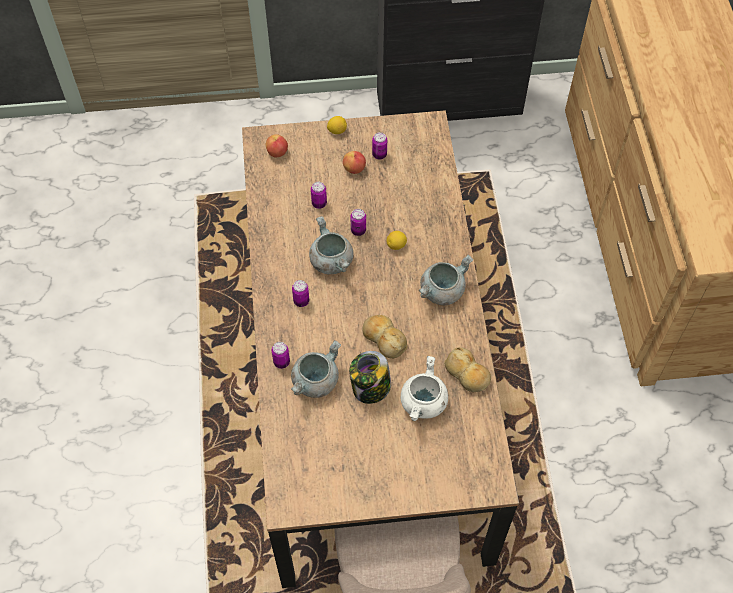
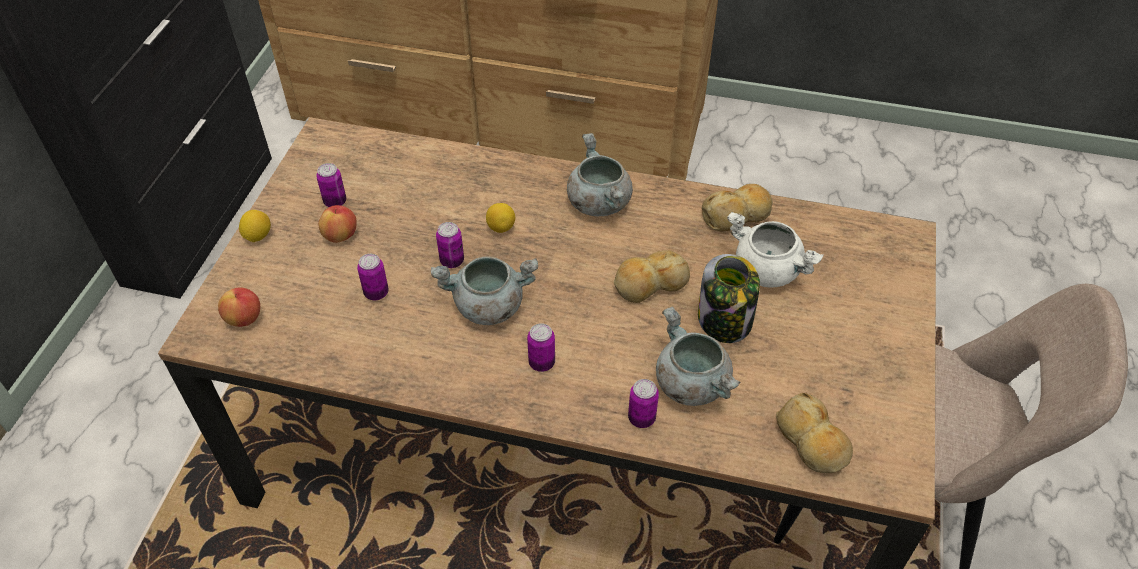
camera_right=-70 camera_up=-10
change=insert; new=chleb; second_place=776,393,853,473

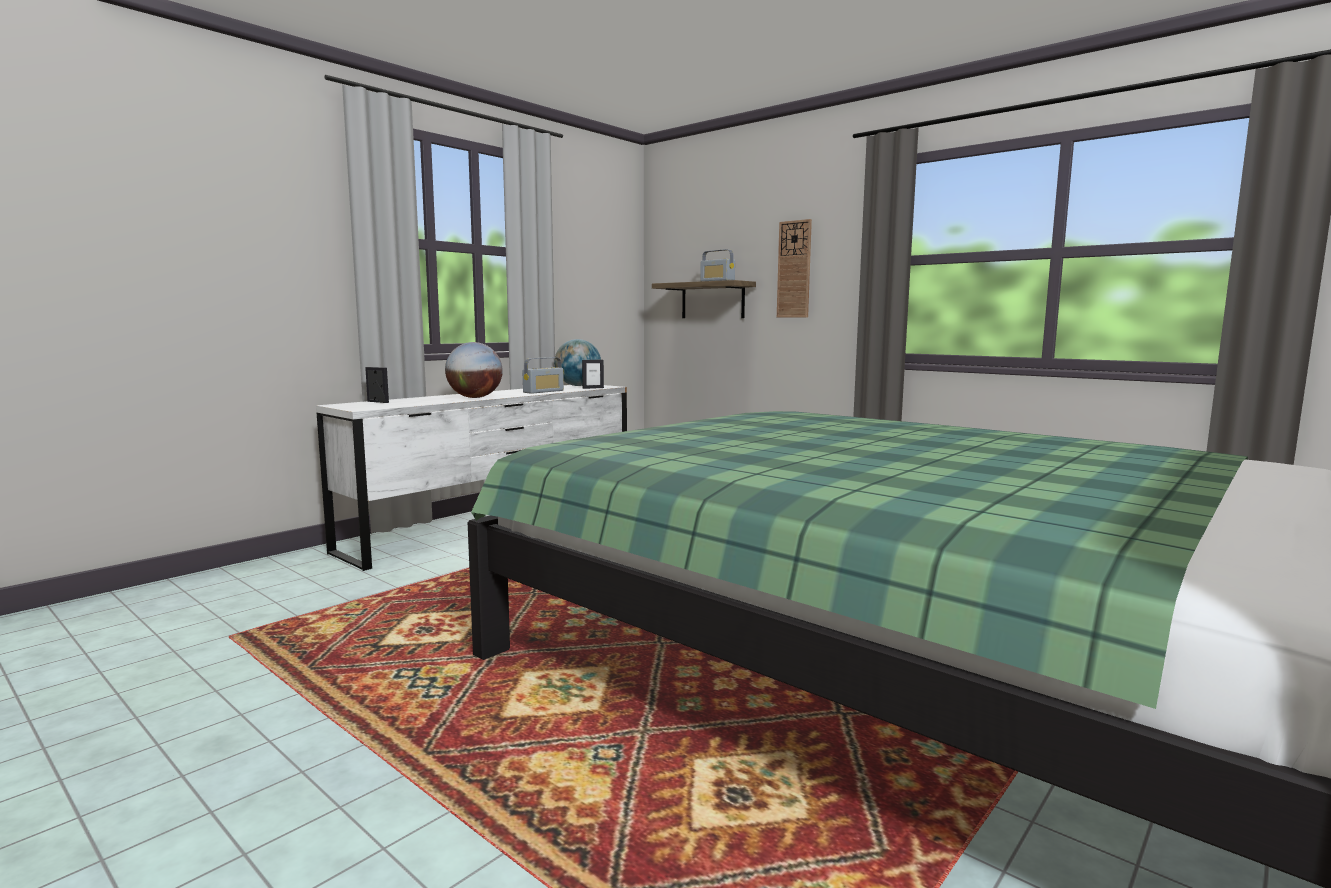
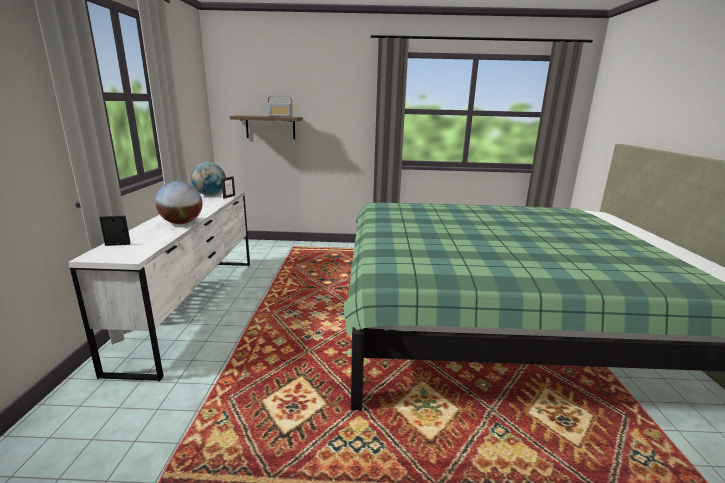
camera_right=-40 camera_up=10
change=delete; old=radio; first_place=522,357,564,394
change=delete; old=zegar ścienny; first_place=777,219,812,318

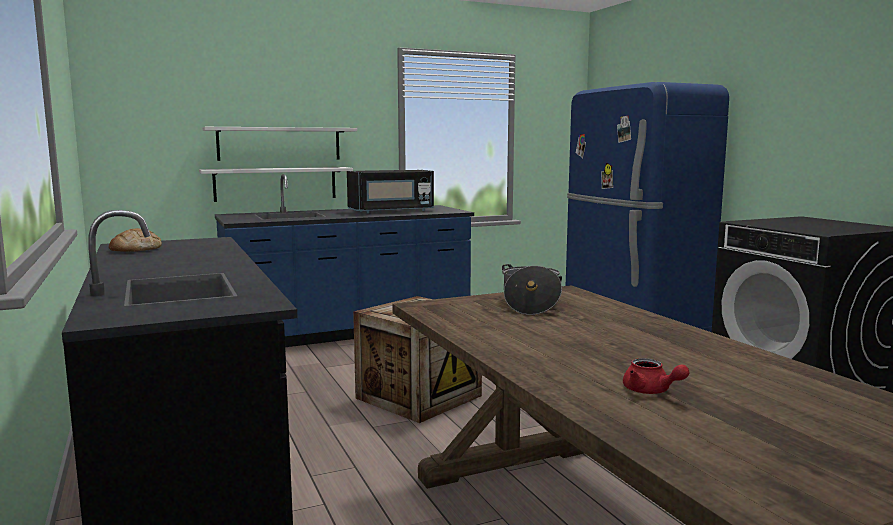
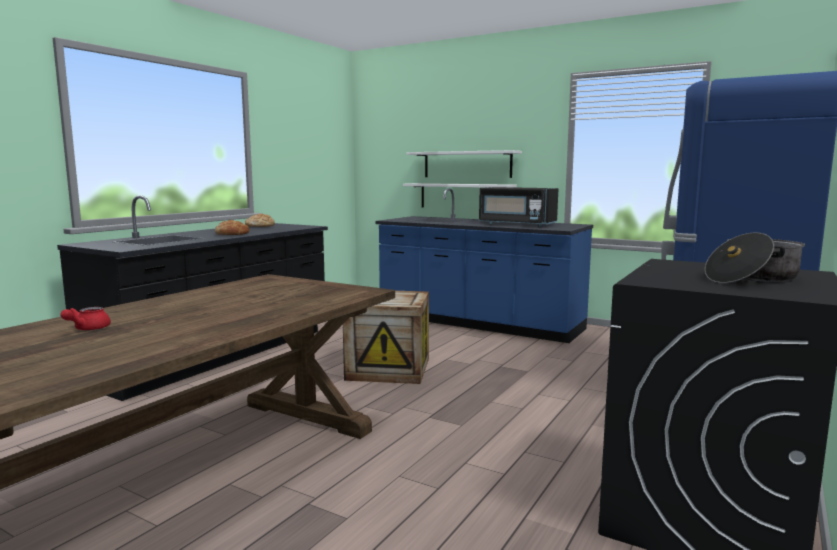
camera_right=55 camera_up=0
change=move; old=garnek; first_place=502,264,562,315; second_place=705,232,805,283
change=insert; new=chleb; second_place=215,220,249,235

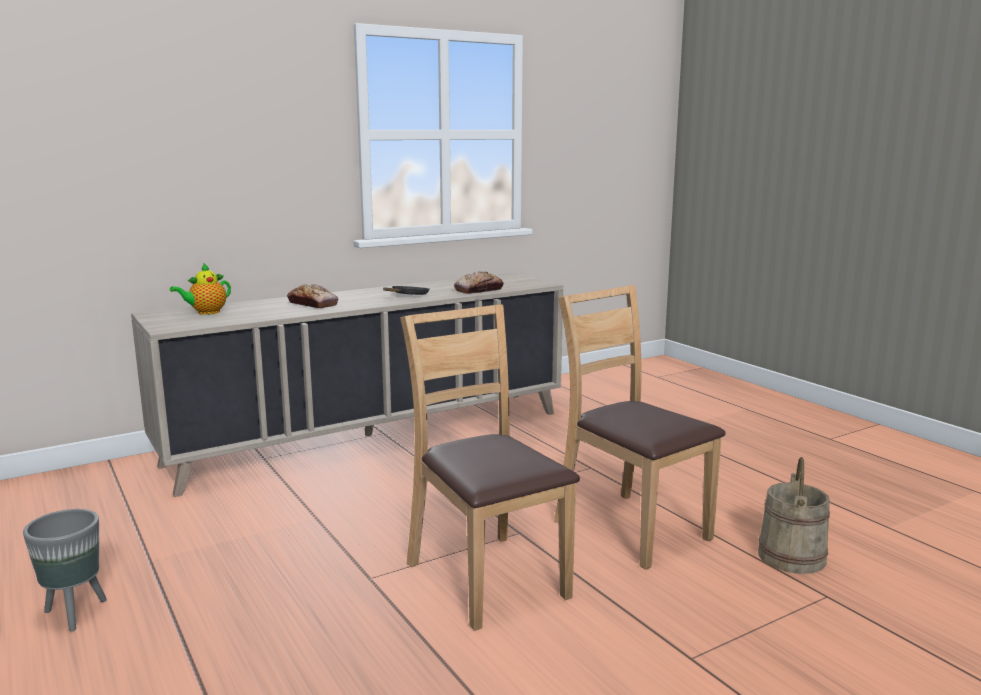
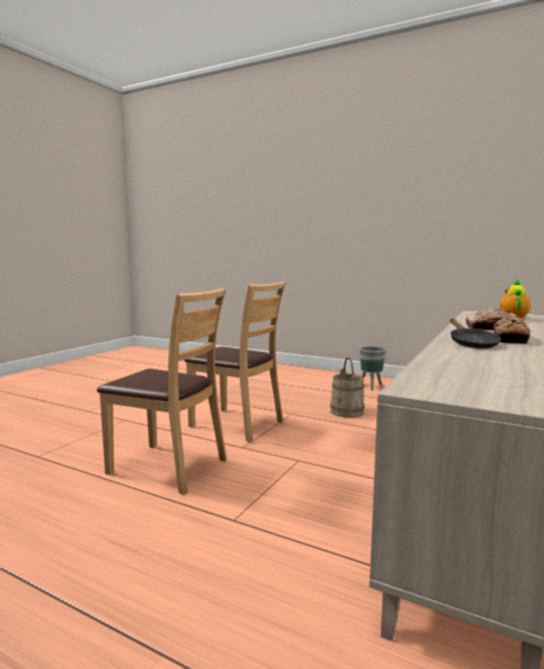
camera_right=150 camera_up=-5
change=move; old=chleb; first_place=454,271,504,294; second_place=493,316,530,344
change=move; old=wiadro/beżowy; first_place=758,457,830,574; second_place=330,357,365,418

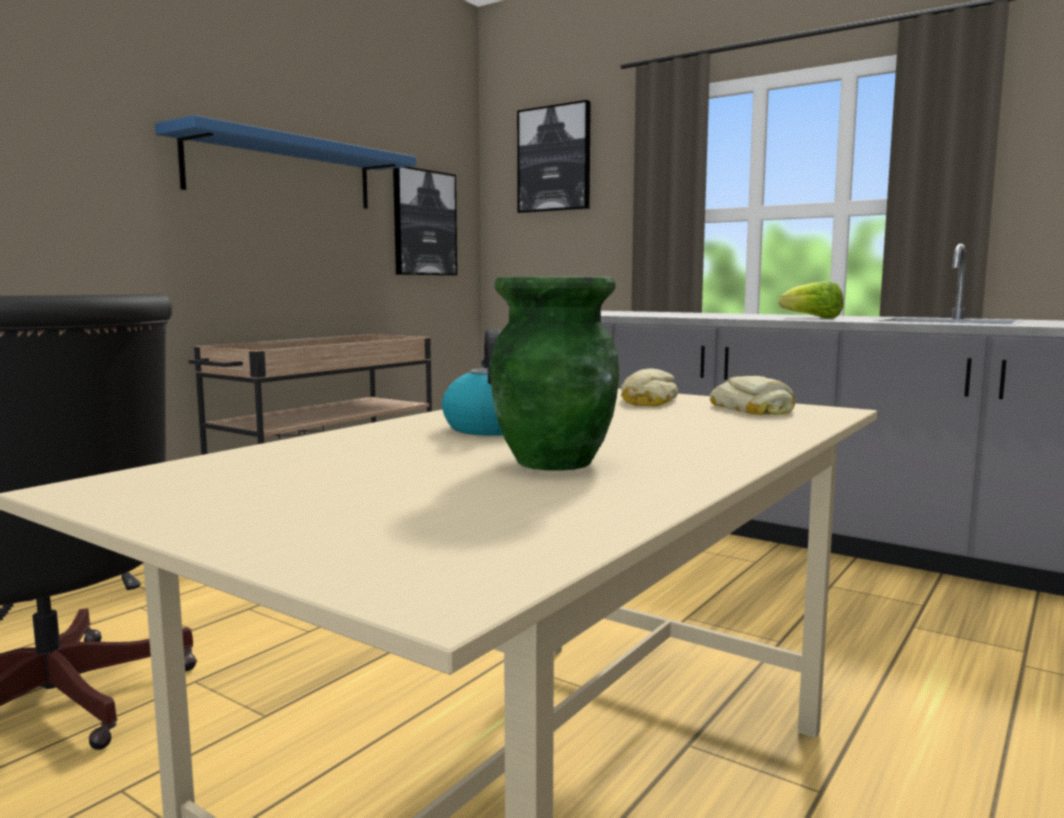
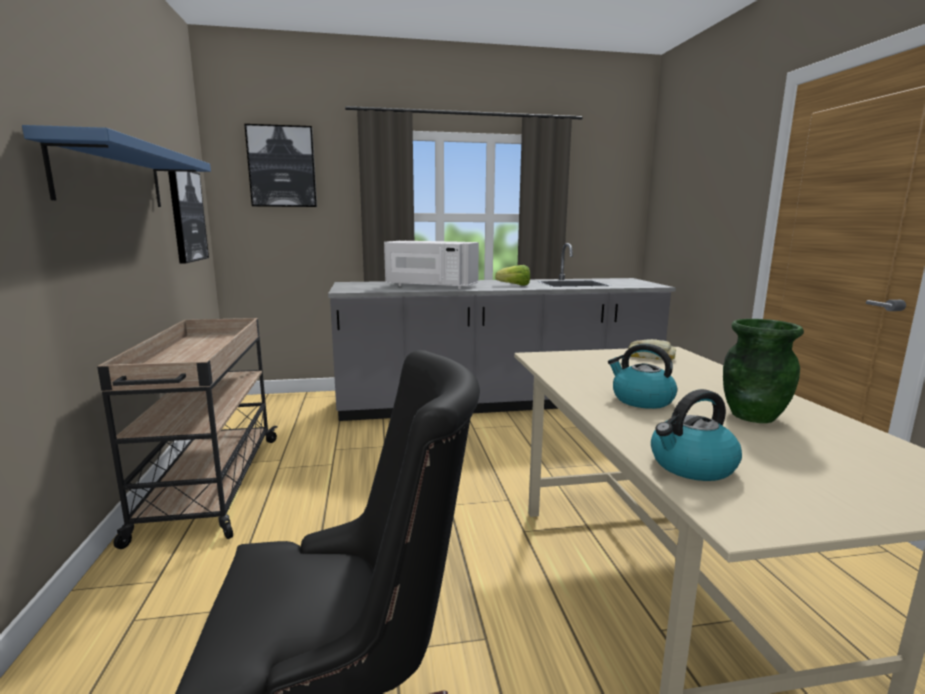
camera_right=-45 camera_up=5
change=delete; old=chleb; first_place=621,369,678,407
change=insert; new=mikrofalówka/biały; second_place=384,241,479,289
change=insert; new=czajnik; second_place=651,389,742,481

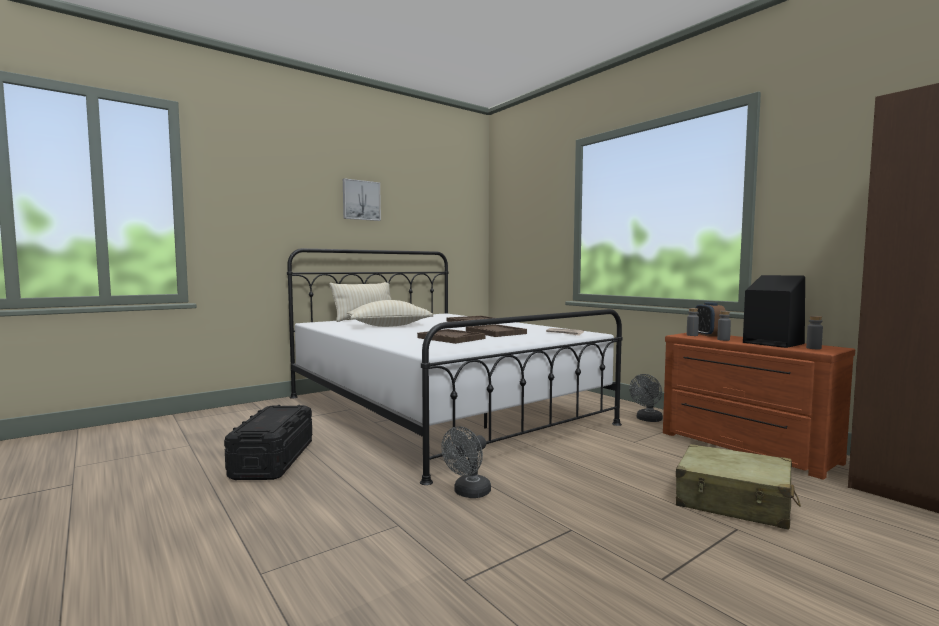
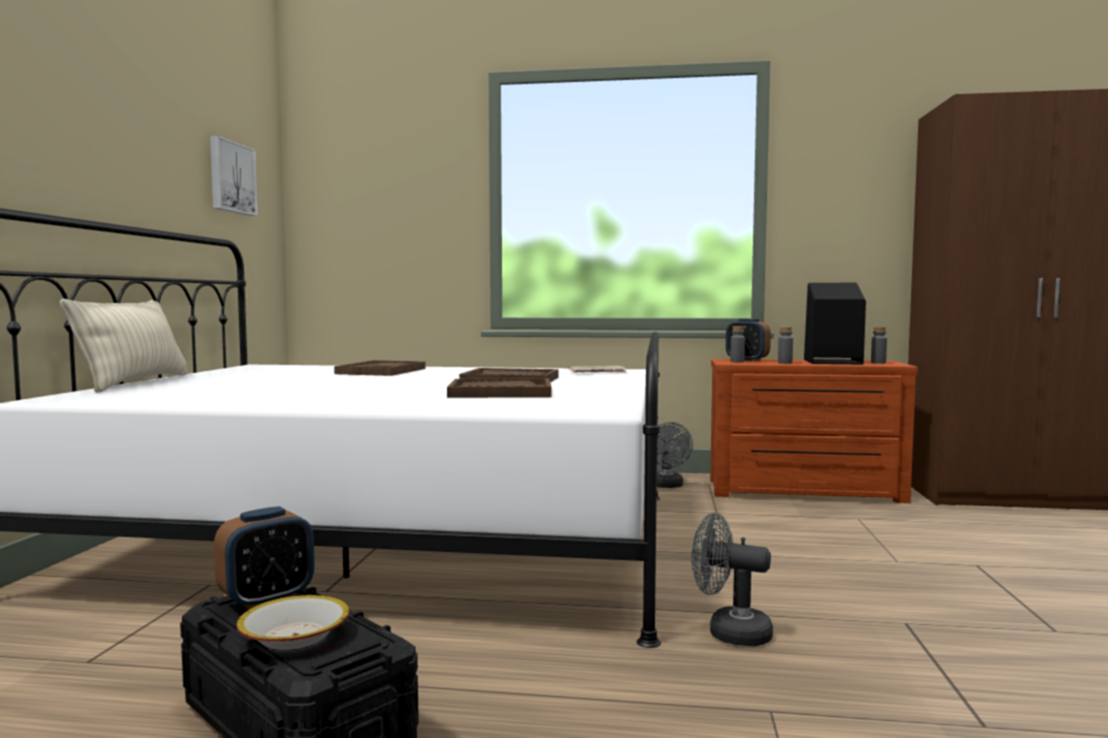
camera_right=-45 camera_up=0
change=move; old=obraz; first_place=343,178,381,221; second_place=210,136,258,216
change=delete; old=poduszka/beżowy; first_place=347,300,434,327
change=rotate; old=wentylator/szary; first_place=441,426,491,498; second_place=692,513,773,646; degrees=120
change=delete; old=walizka/beżowy; first_place=676,444,801,530
change=insert; new=budzik; second_place=214,506,315,610
change=insert; new=miska; second_place=236,595,350,650

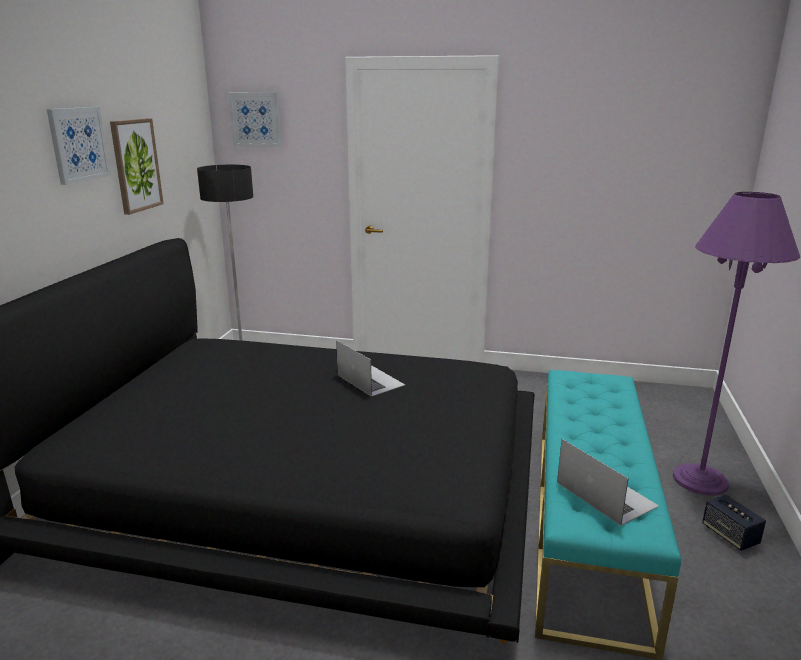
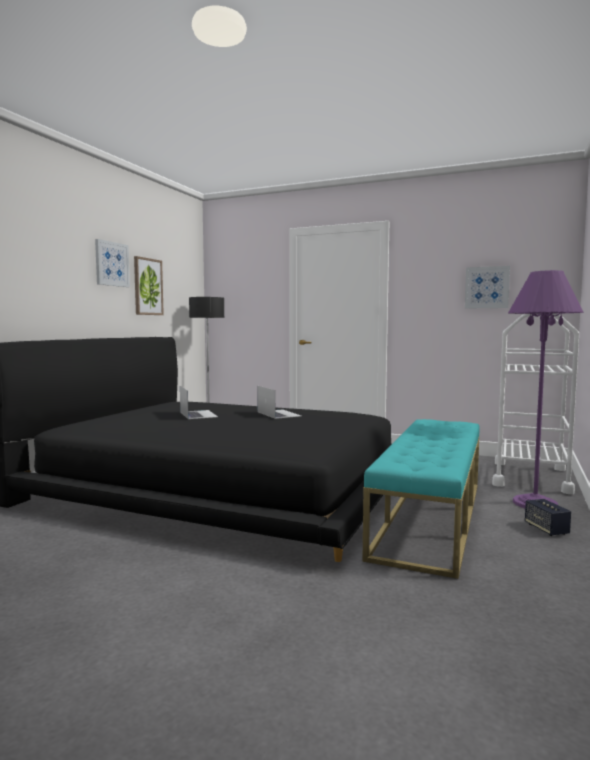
camera_right=10 camera_up=-15
change=move; old=obraz; first_place=228,93,281,147; second_place=465,266,510,309
change=move; old=laptop; first_place=557,439,659,526; second_place=180,386,218,419
change=insert; new=wózek/biały; second_place=492,314,579,494

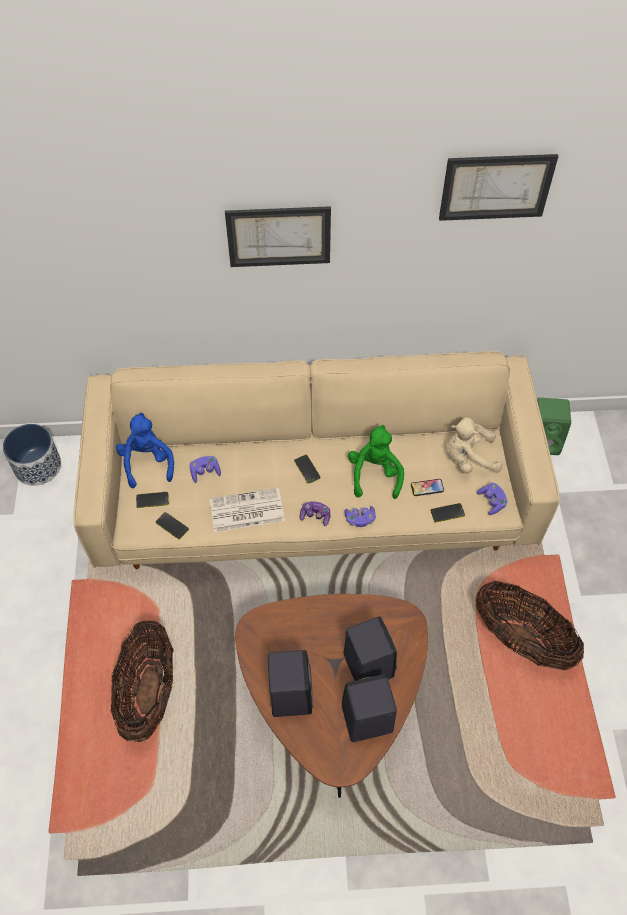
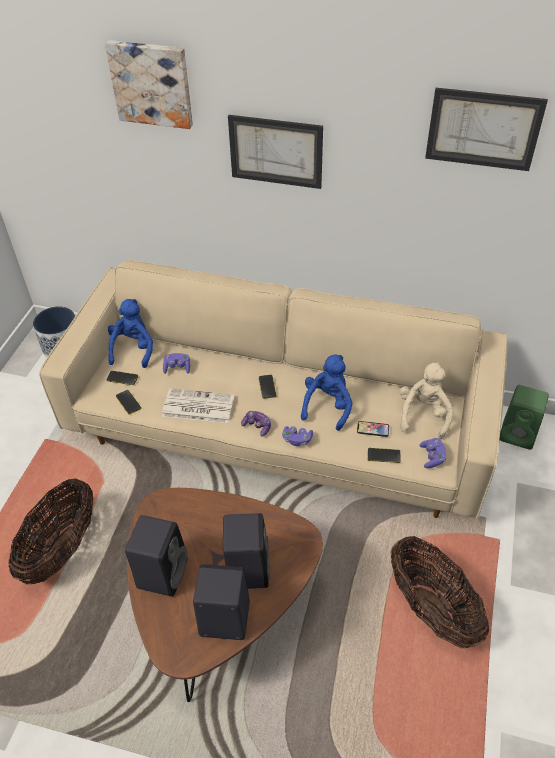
camera_right=20 camera_up=-10
change=recolor; old=pluszak/zielony; new=pluszak/niebieski; first_place=348,425,404,499; second_place=301,355,352,431
change=rotate; old=pluszak/beżowy; first_place=447,417,502,474; second_place=399,362,453,439; degrees=90
change=insert; new=obraz; second_place=105,40,193,129

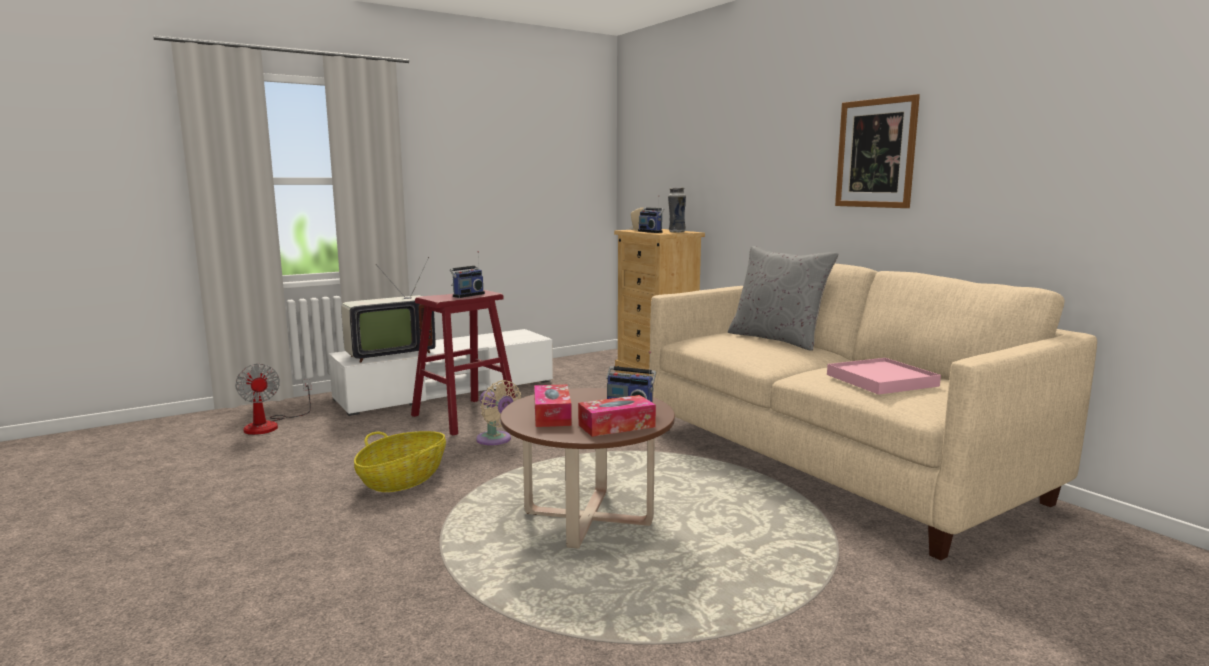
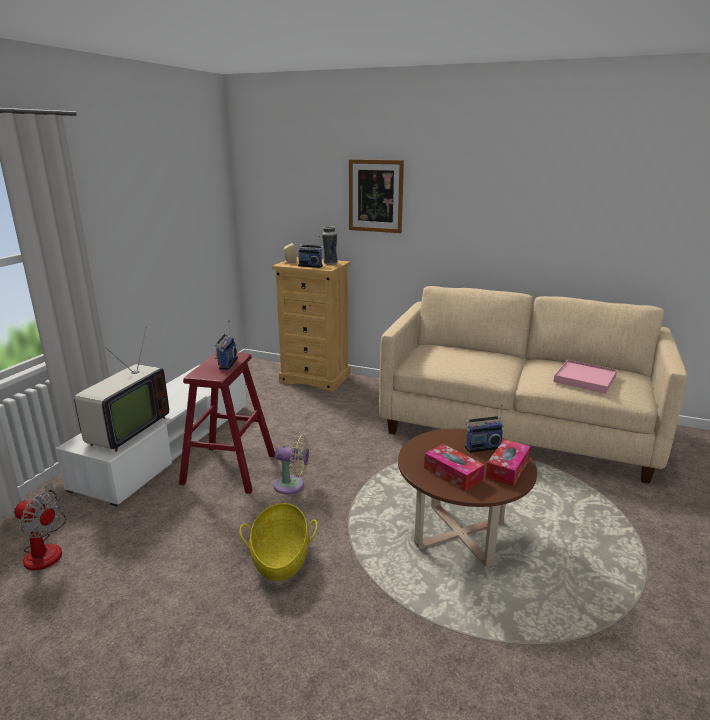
camera_right=-35 camera_up=10
change=delete; old=poduszka/szary; first_place=728,246,839,351
change=move; old=obraz; first_place=835,94,920,208; second_place=349,159,404,233

